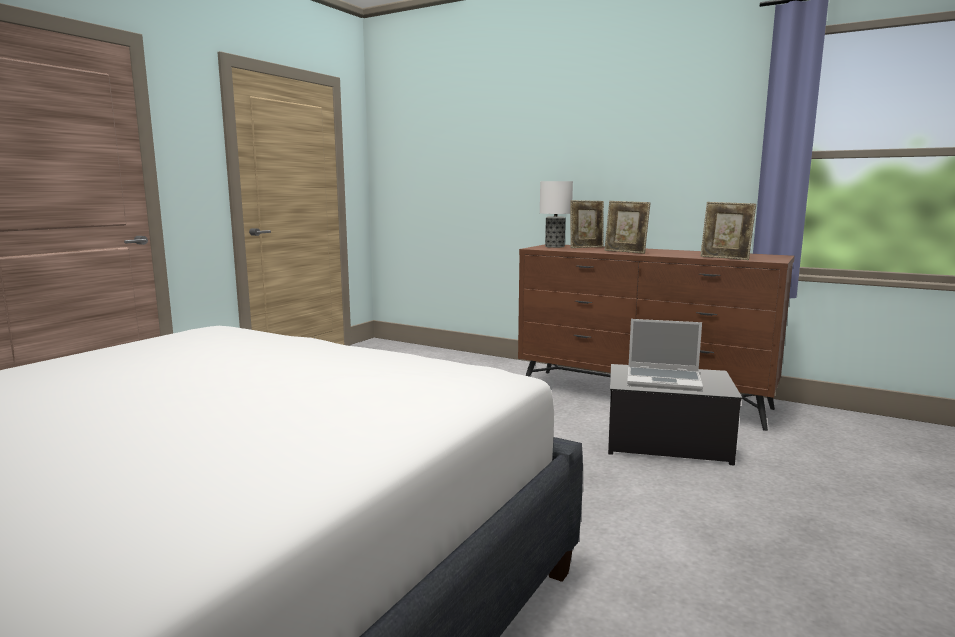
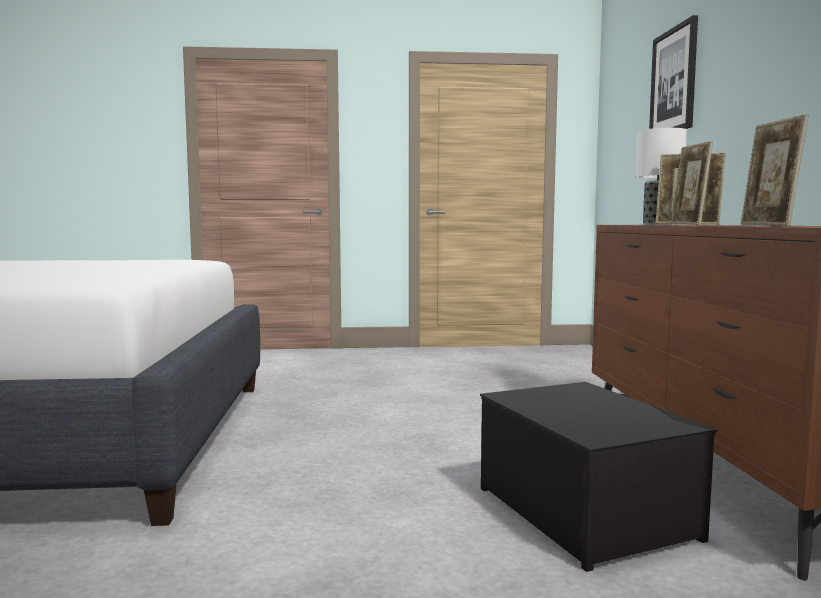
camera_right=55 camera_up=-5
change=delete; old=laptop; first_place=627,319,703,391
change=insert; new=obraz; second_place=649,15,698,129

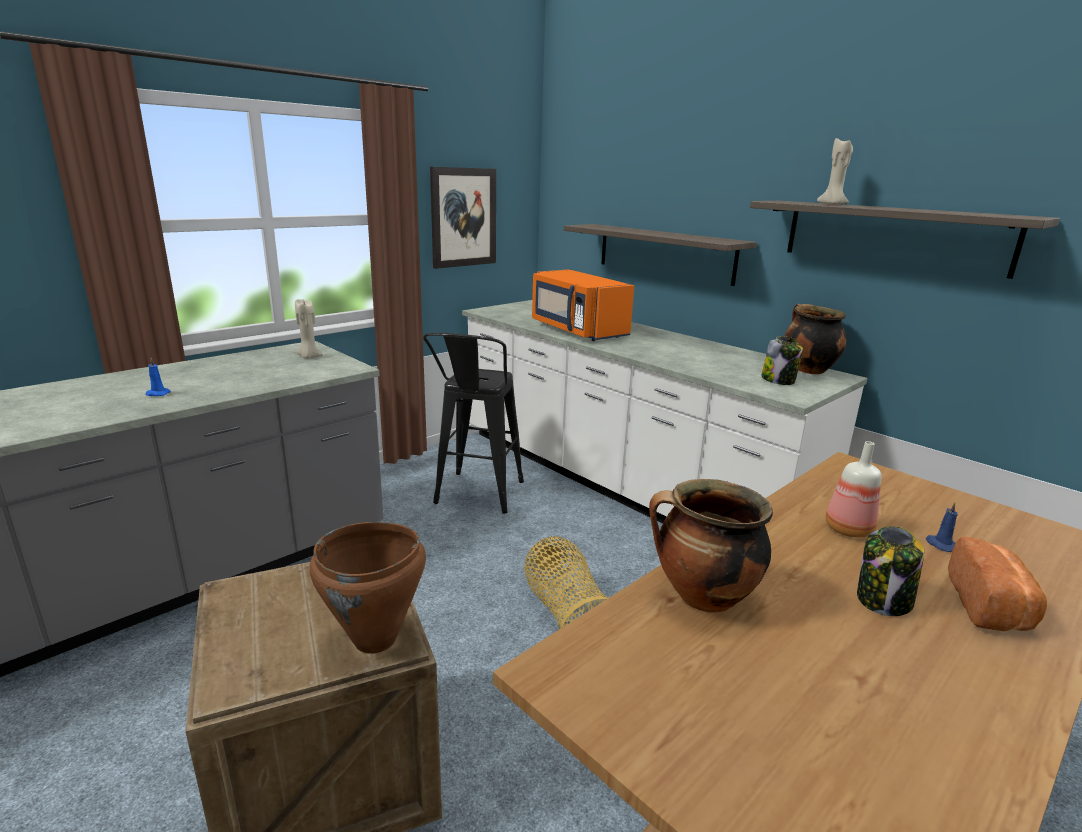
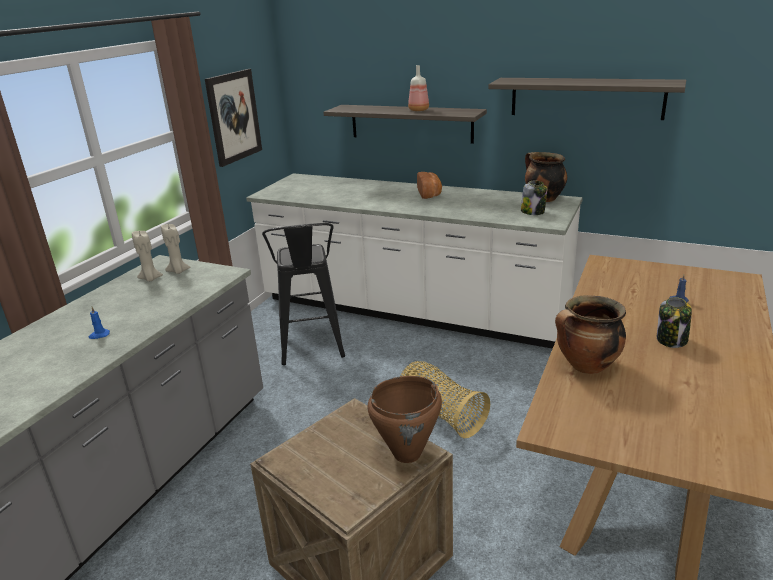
camera_right=-20 camera_up=5
change=delete; old=mikrofalówka/pomarańczowy; first_place=532,269,634,341
change=move; old=świeca/beżowy; first_place=817,136,853,204; second_place=132,231,163,281
change=move; old=butelka; first_place=825,441,882,538; second_place=408,65,429,111
change=move; old=chleb; first_place=948,537,1047,632; second_place=417,172,442,199

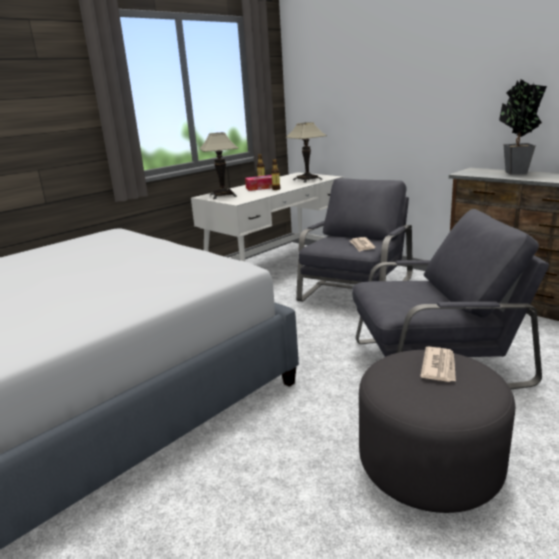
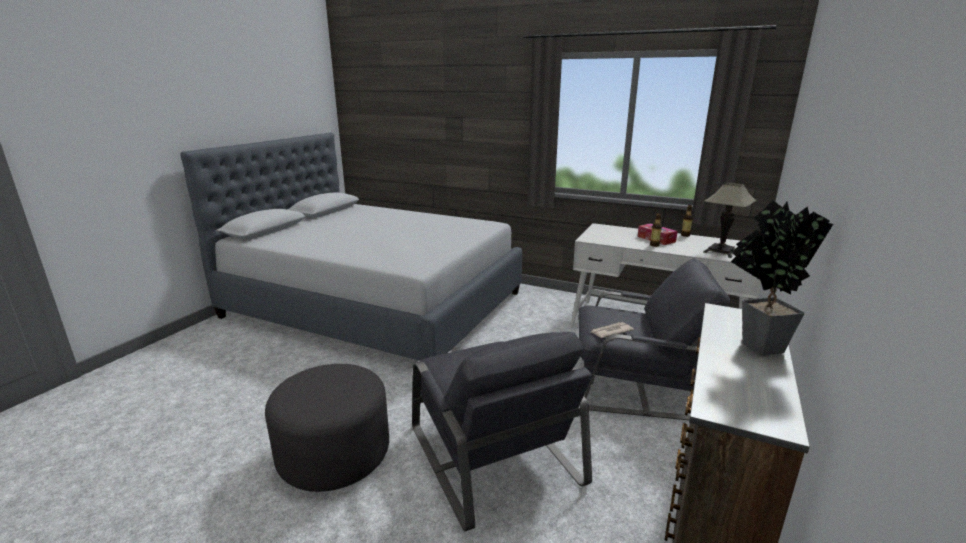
camera_right=70 camera_up=0
change=delete; old=lampa stołowa; first_place=199,132,239,199
change=delete; old=gazeta; first_place=420,347,456,382

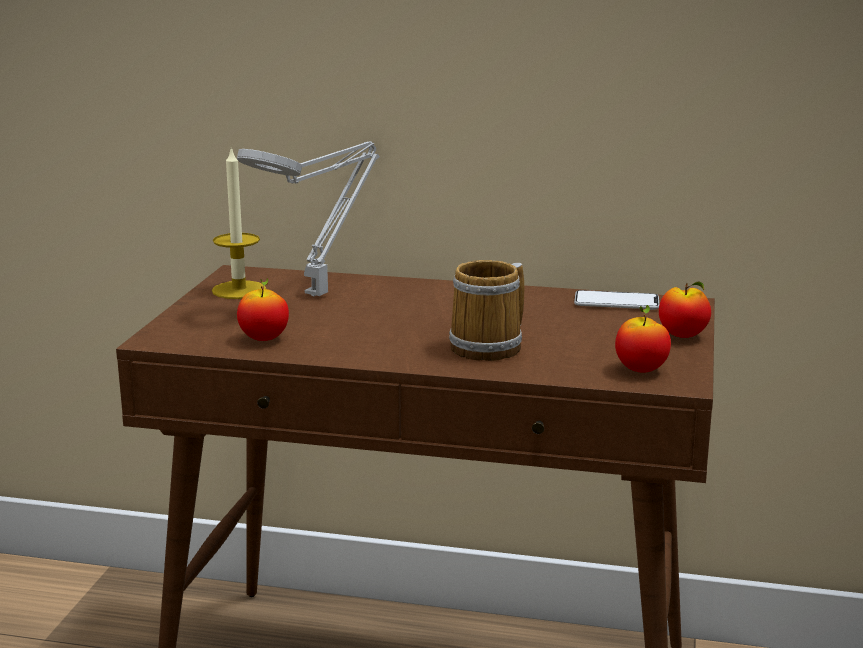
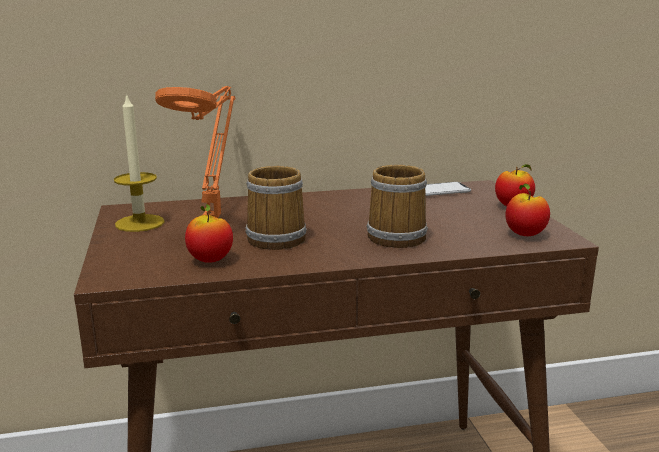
camera_right=-25 camera_up=0
change=recolor; old=lampa stołowa/szary; new=lampa stołowa/pomarańczowy; first_place=237,141,380,296; second_place=155,86,236,218
change=insert; new=kubek; second_place=245,166,307,250

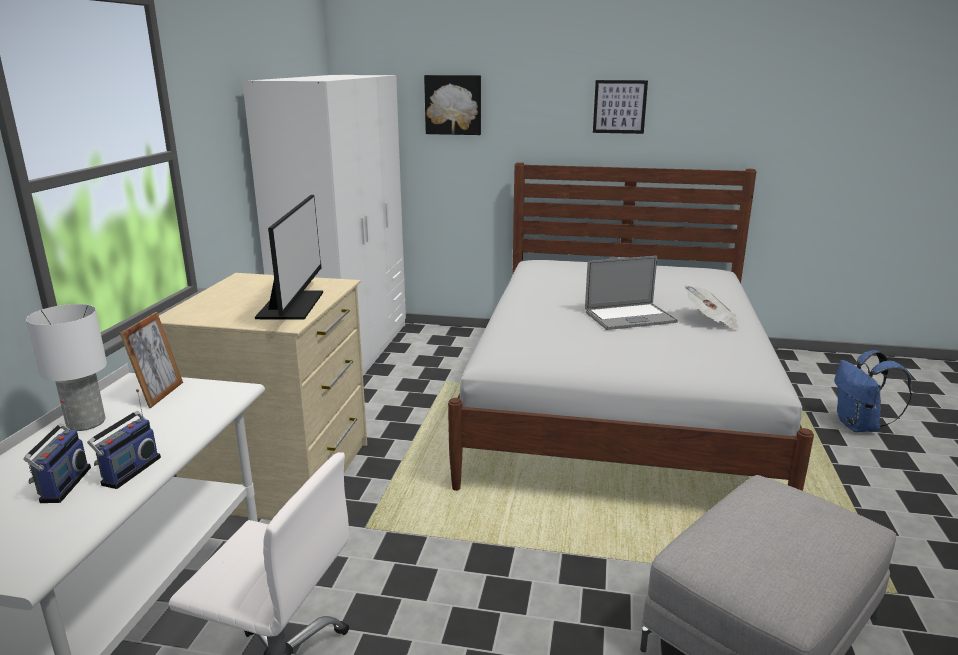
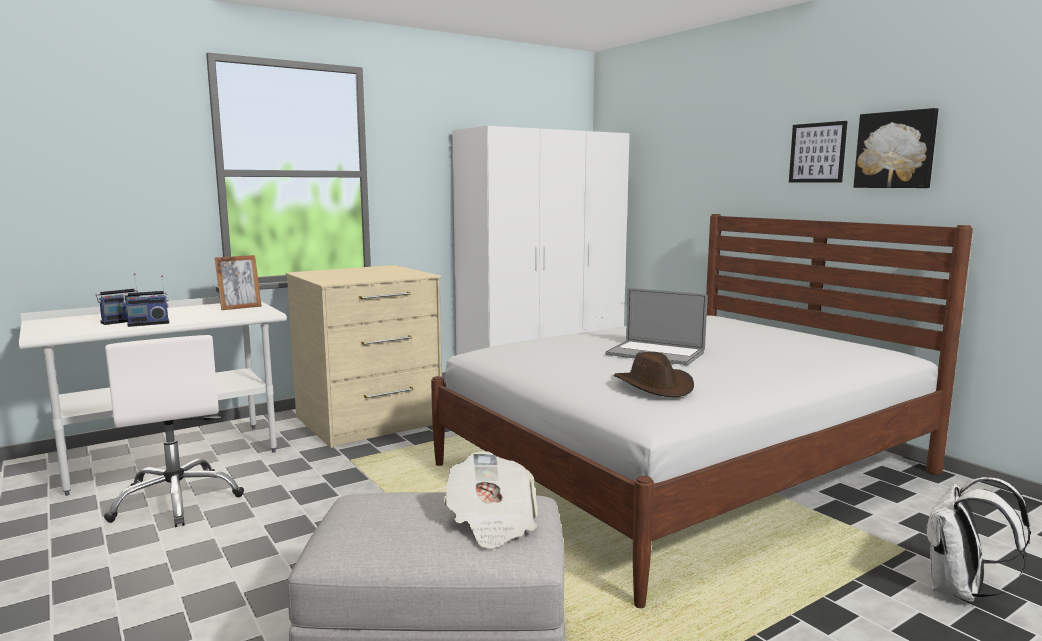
camera_right=45 camera_up=-10
change=delete; old=lampa stołowa/biały; first_place=26,304,107,431
change=delete; old=monitor; first_place=255,195,323,320
change=move; old=obraz; first_place=424,75,481,135; second_place=853,108,938,188
change=move; old=gazeta; first_place=684,285,739,329; second_place=444,451,538,549
change=recolor; old=plecak/niebieski; new=plecak/biały; first_place=835,350,912,432; second_place=924,477,1031,602
change=insert; new=kapelusz/brązowy; second_place=614,352,694,397

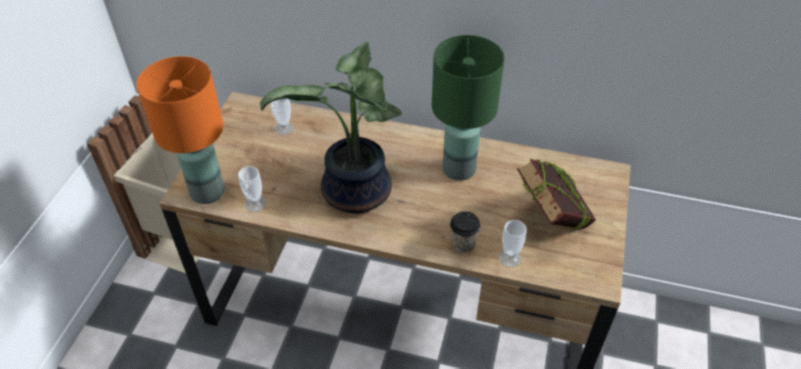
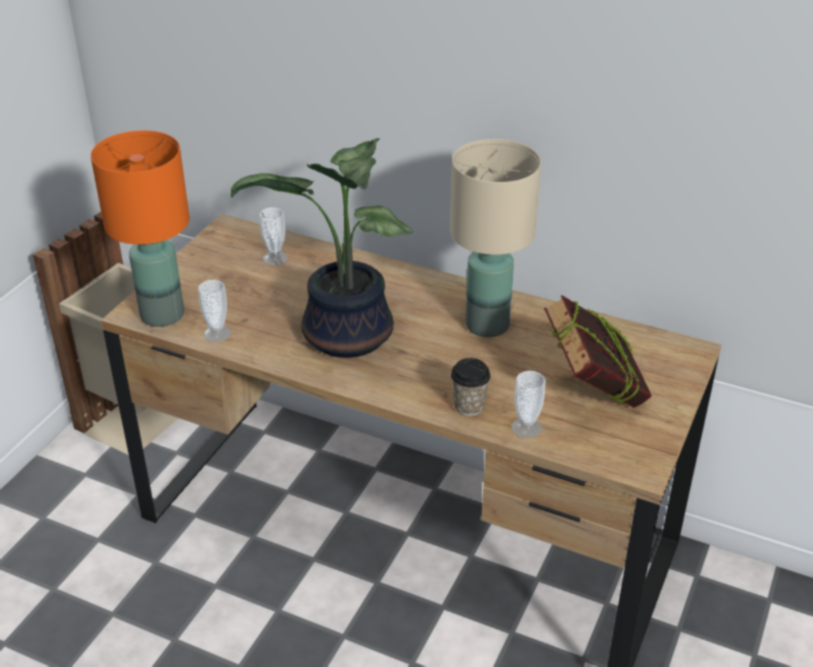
camera_right=10 camera_up=-10
change=recolor; old=lampa stołowa/zielony; new=lampa stołowa/beżowy; first_place=432,35,504,181; second_place=450,139,541,337

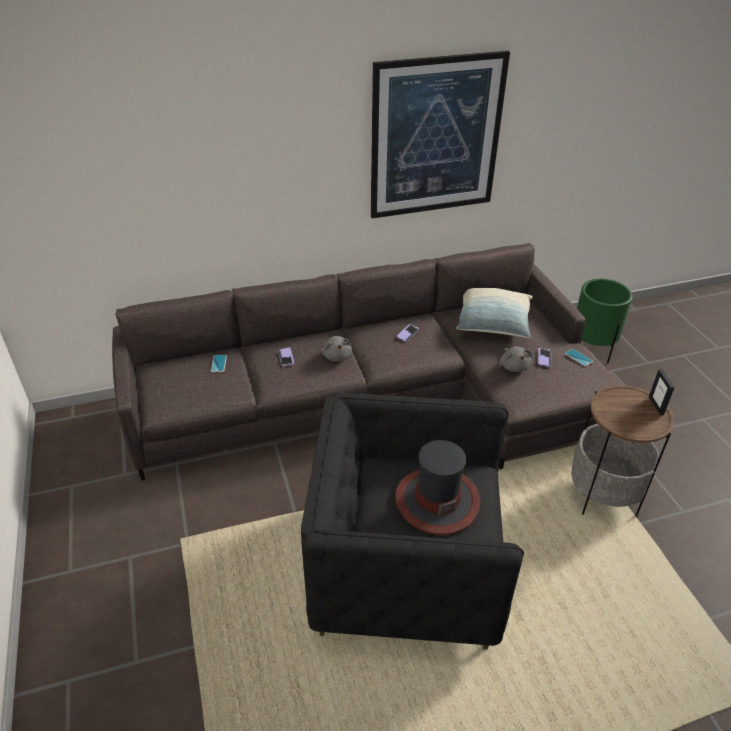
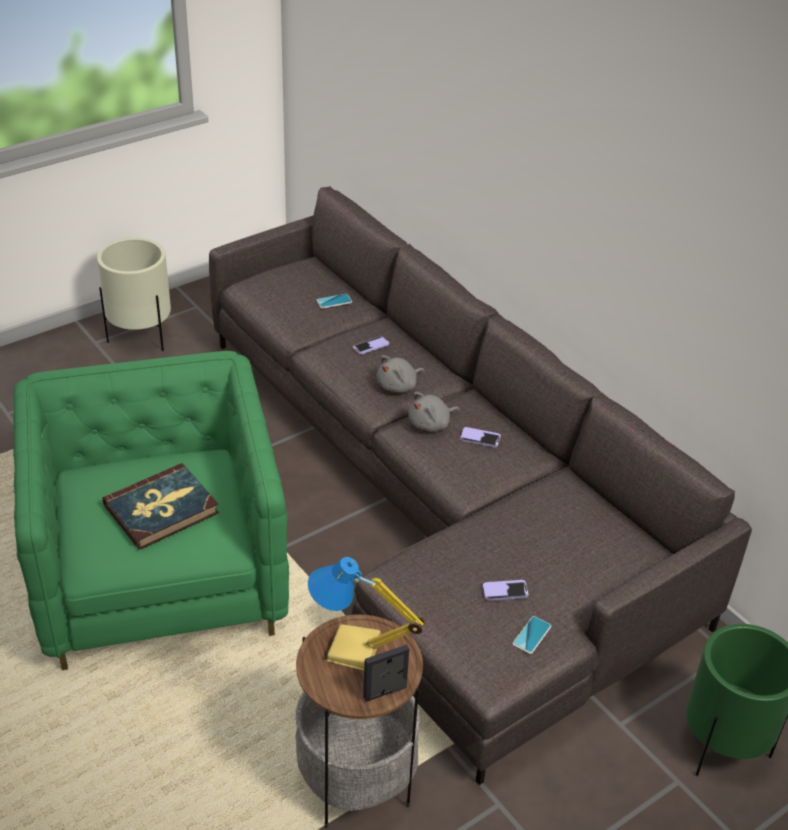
camera_right=70 camera_up=0
change=recolor; old=fotel/czarny; new=fotel/zielony; first_place=301,392,524,649; second_place=13,351,289,670
change=delete; old=obraz; first_place=371,50,510,218
change=replace; old=kapelusz; new=książka; first_place=395,440,480,535; second_place=103,463,219,550
change=delete; old=poduszka; first_place=456,288,533,338
change=move; old=pluszak/szary; first_place=500,346,532,372; second_place=408,392,460,432
change=insert; new=donica/beżowy; second_place=97,238,171,351
change=insert; new=lampa stołowa; second_place=308,557,425,671

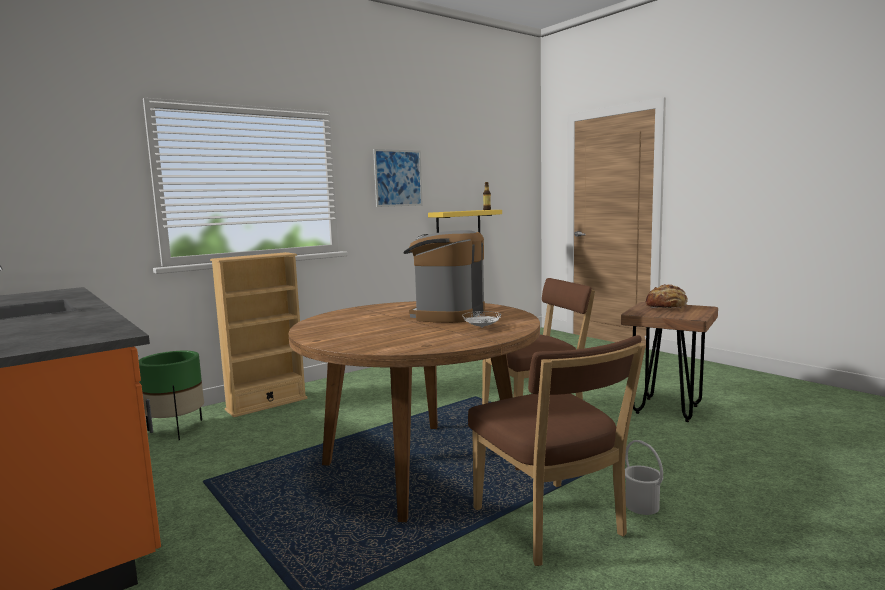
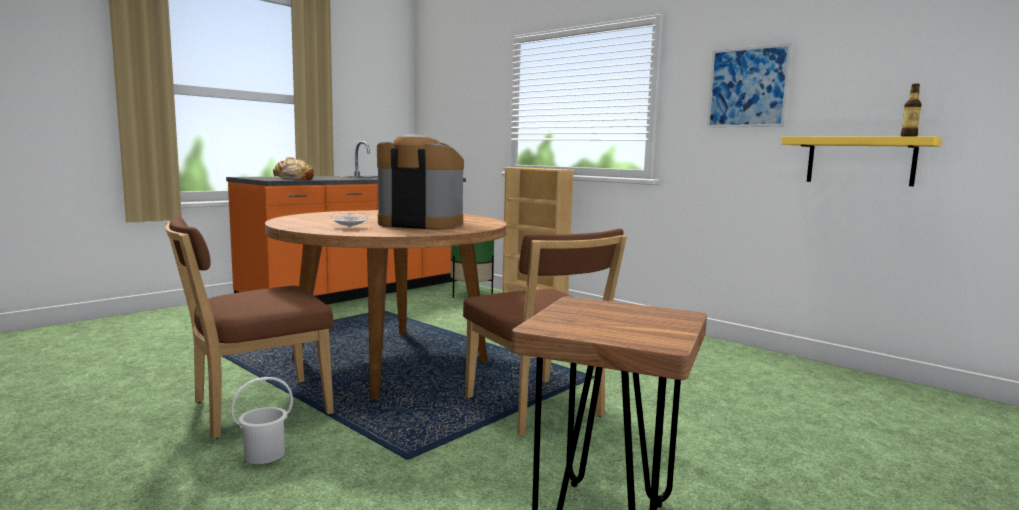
camera_right=80 camera_up=0
change=move; old=chleb; first_place=646,284,688,309; second_place=273,157,314,180

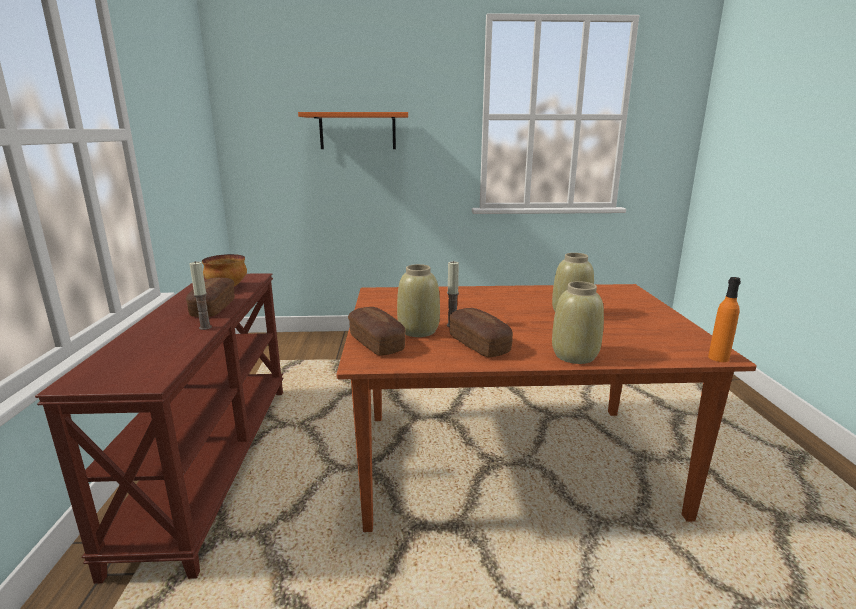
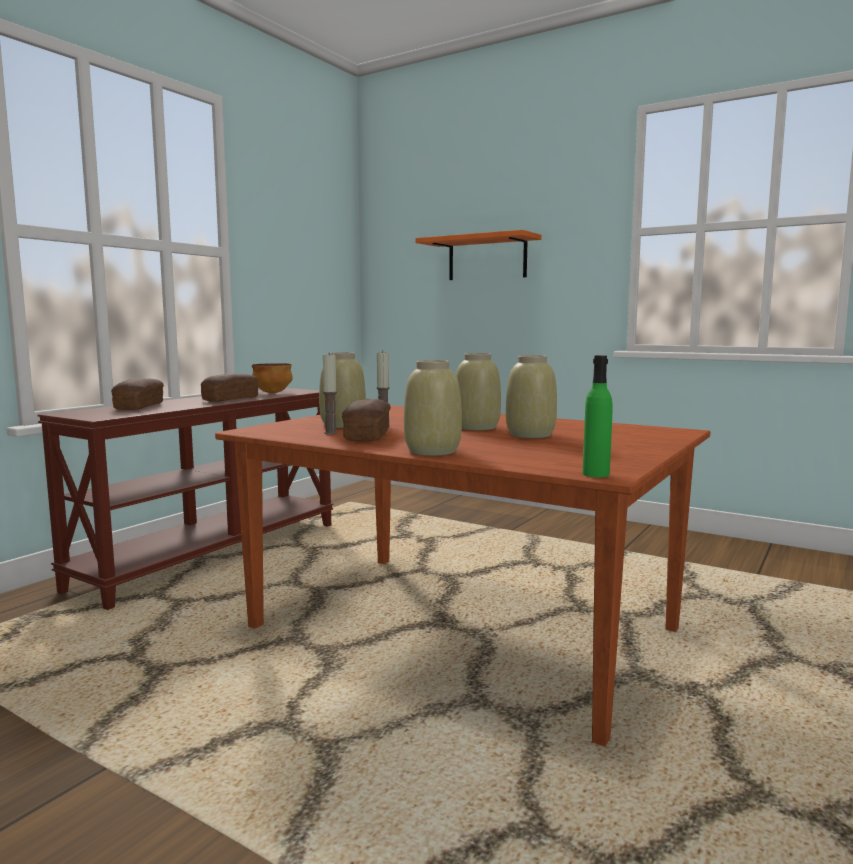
camera_right=35 camera_up=-10
change=move; old=świeca; first_place=190,261,212,330; second_place=323,355,338,434
change=move; old=chleb; first_place=348,307,406,356; second_place=111,378,164,410
change=recolor; old=butelka/pomarańczowy; new=butelka/zielony; first_place=708,277,741,362; second_place=582,355,612,477
change=insert; new=wazon/beżowy; second_place=456,353,501,430

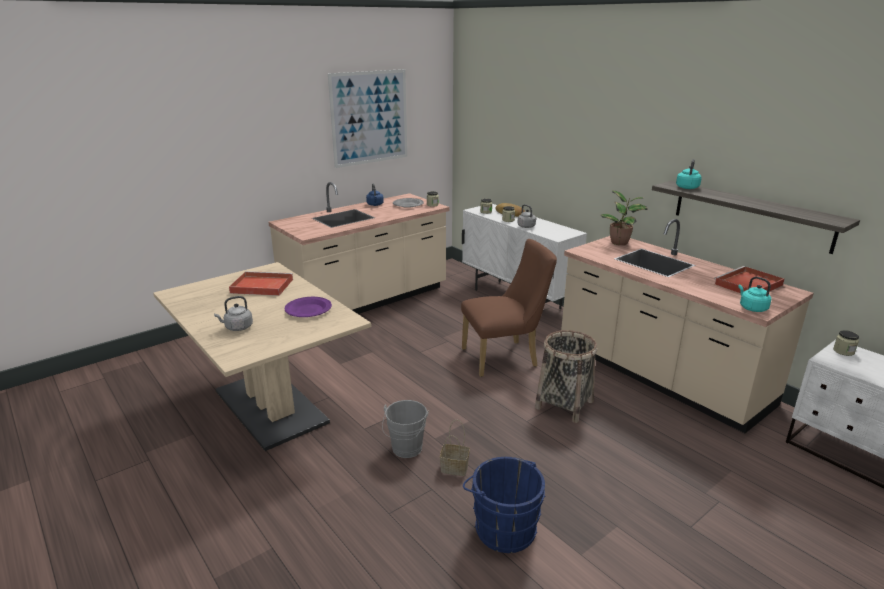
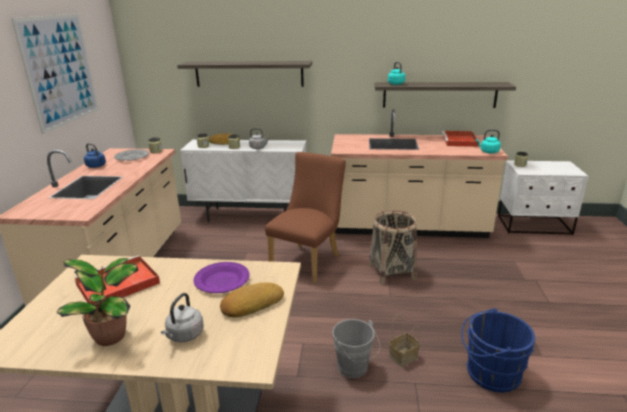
camera_right=-45 camera_up=0
change=move; old=roślina doniczkowa; first_place=601,190,648,245; second_place=57,258,138,346
change=insert; new=półka; second_place=177,61,312,87
change=insert; new=chleb; second_place=220,282,284,317

